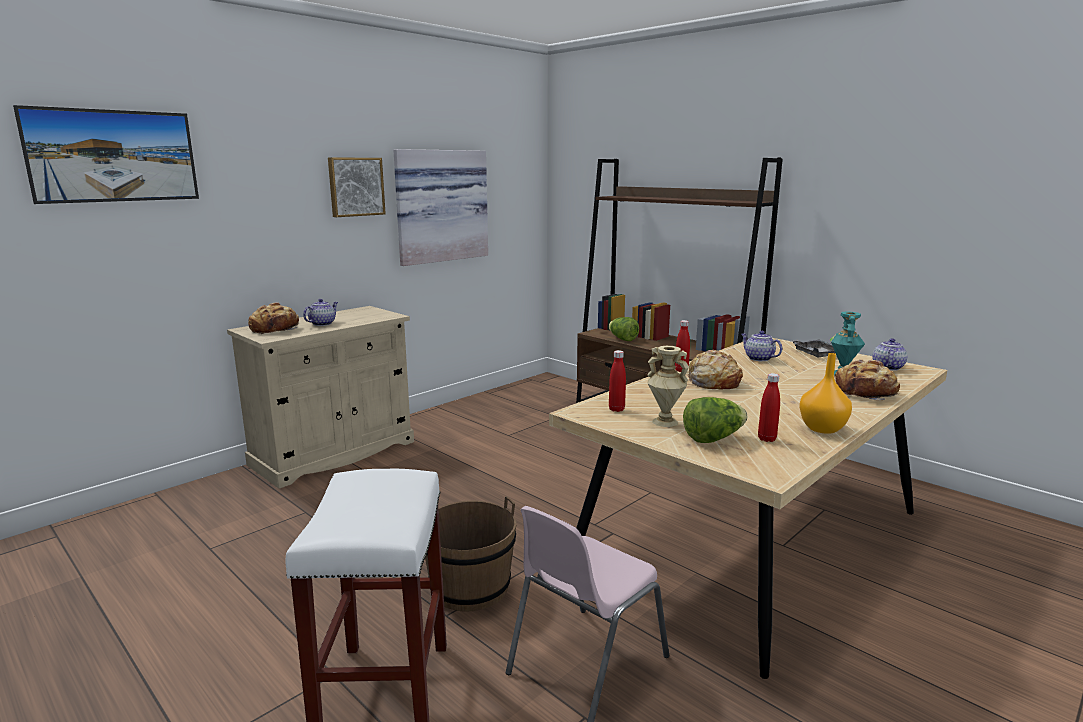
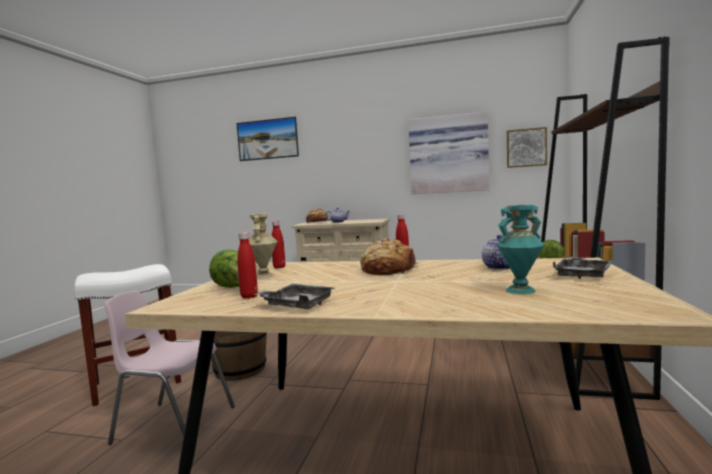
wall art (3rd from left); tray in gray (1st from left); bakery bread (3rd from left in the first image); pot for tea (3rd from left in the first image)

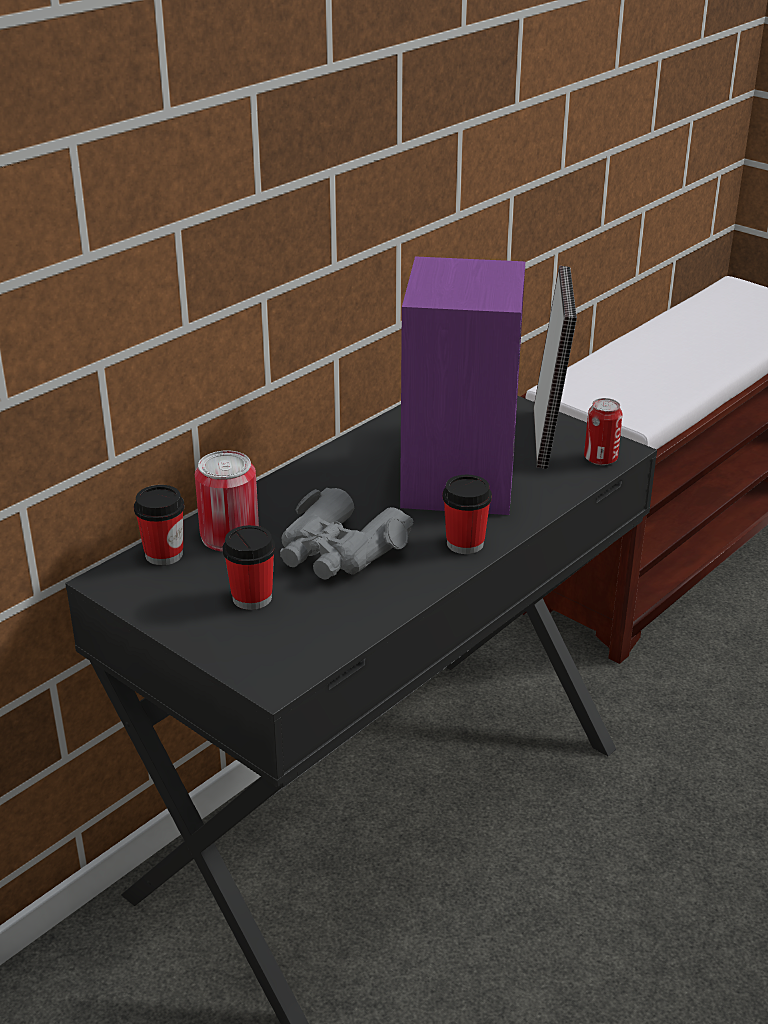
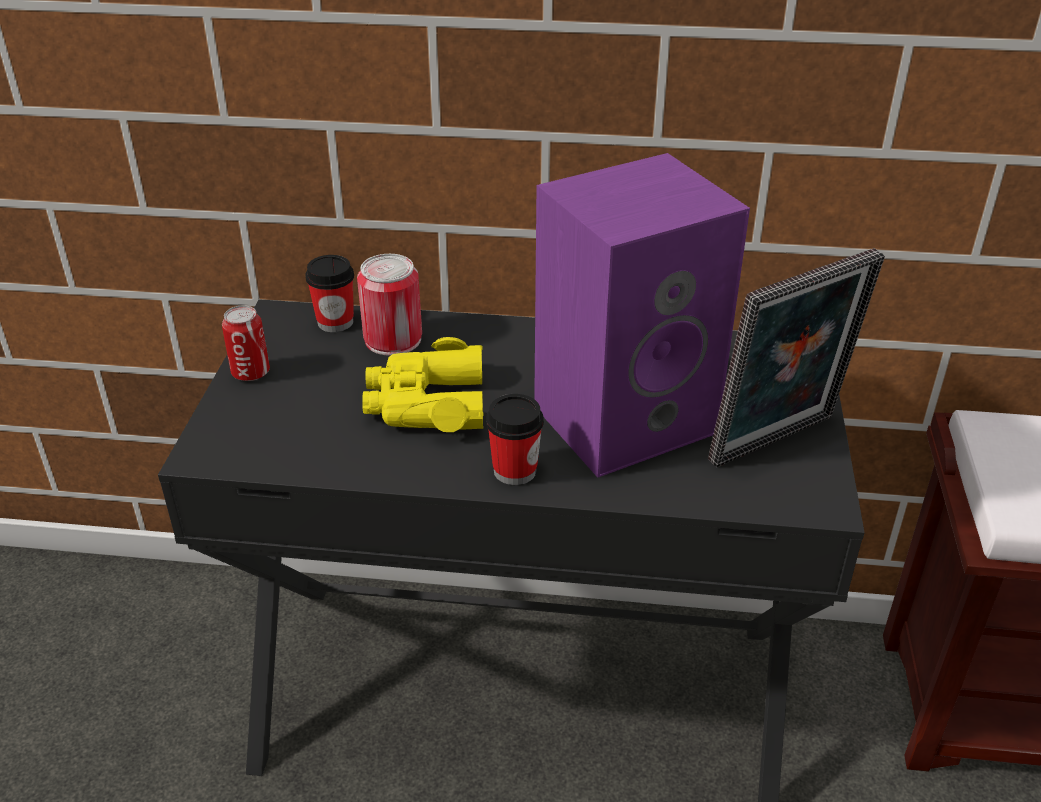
small cup (2nd from left in the first image); field glasses in yellow-coloured; can (1st from left)

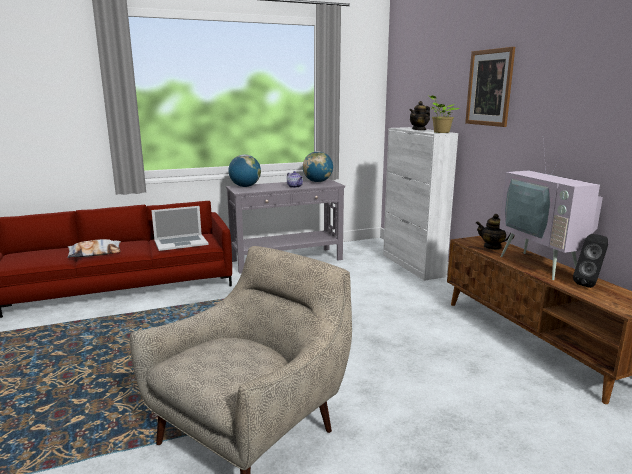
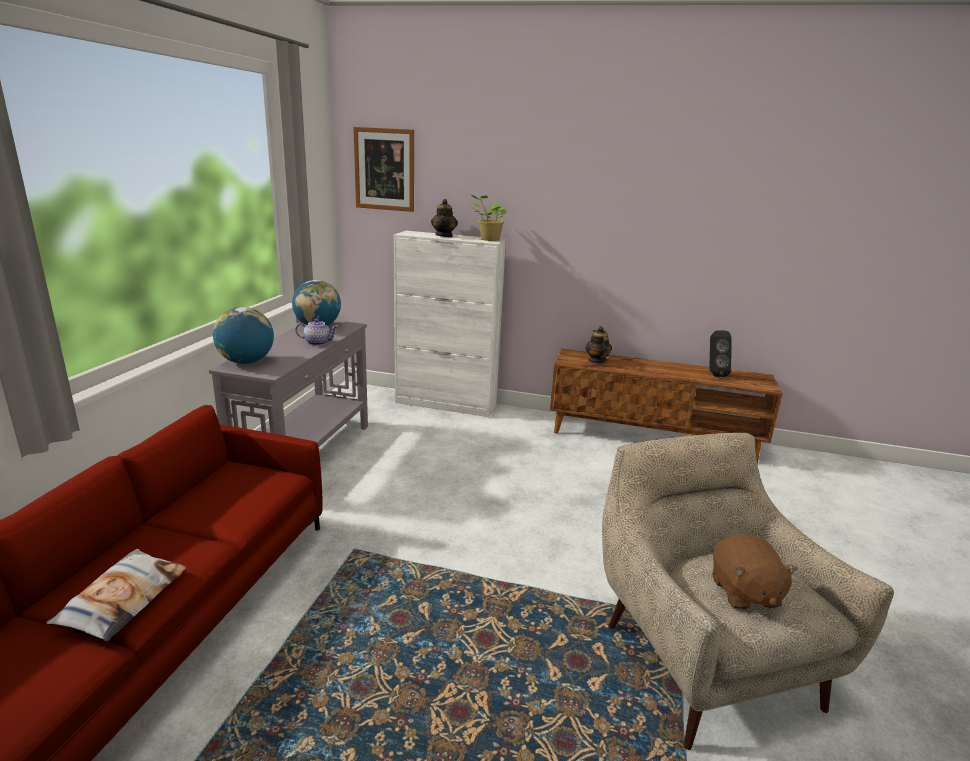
laptop; wall art; pot for tea (3rd from left); TV; plush toy in brownish

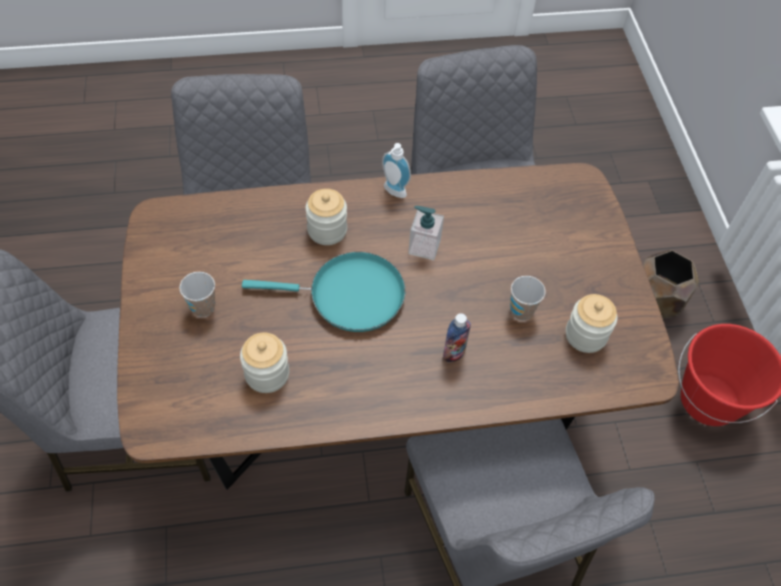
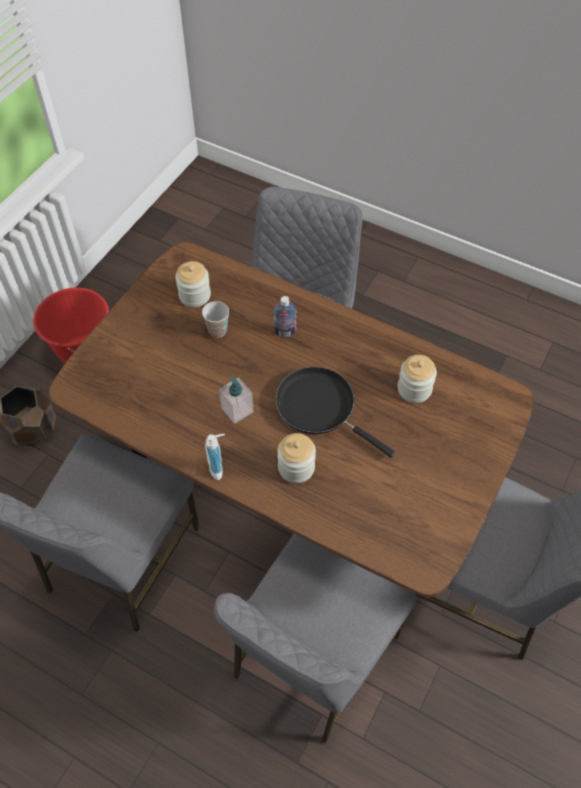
small cup (1st from left in the first image); pan in blackish

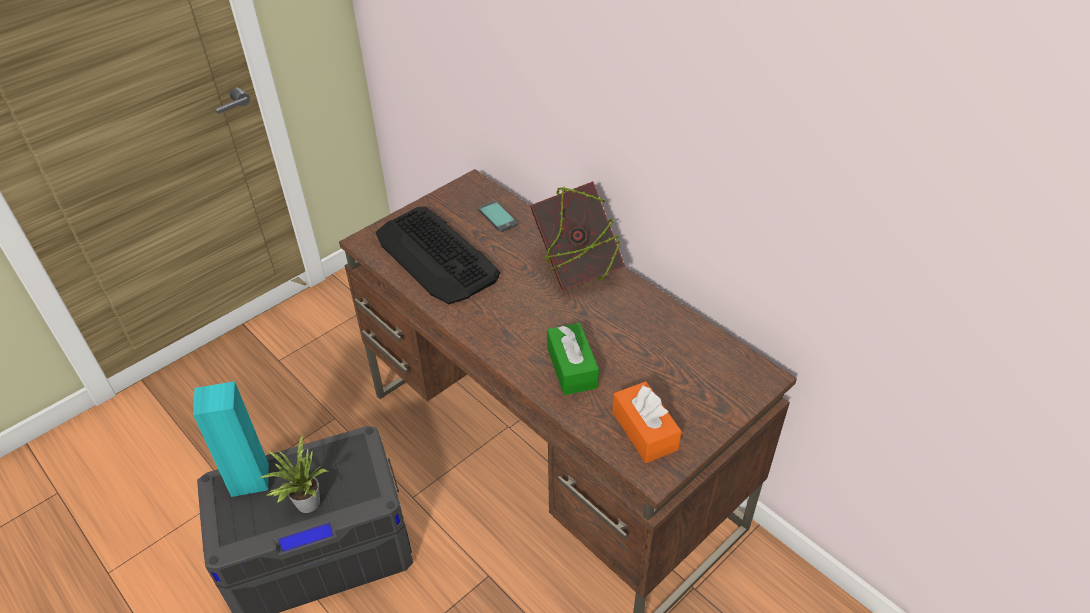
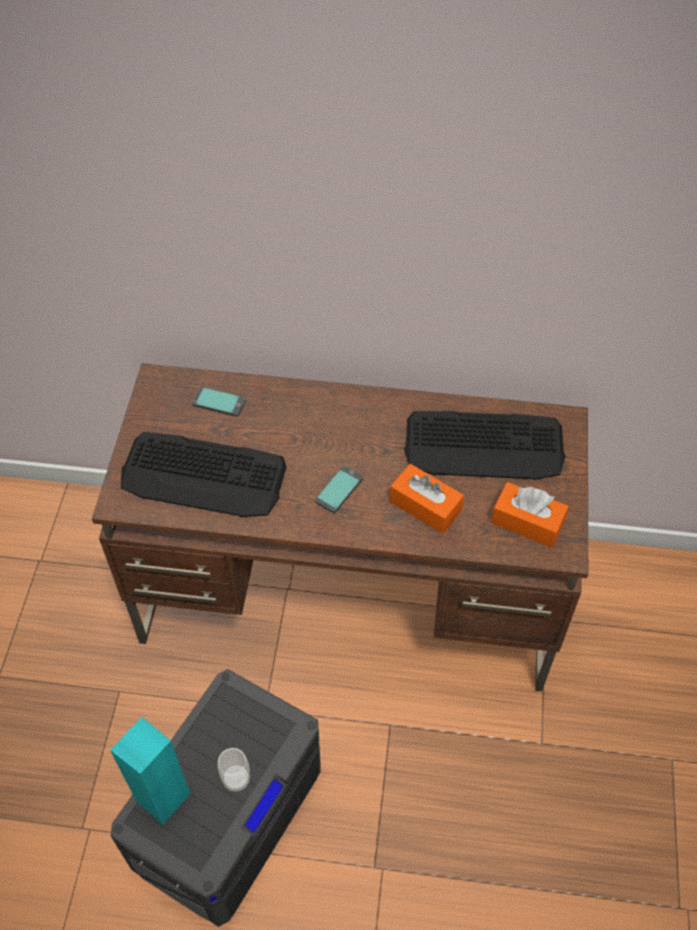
small cup; book; box of tissues in orange-coloured (1st from left); handset (2nd from left); keyboard (2nd from left)

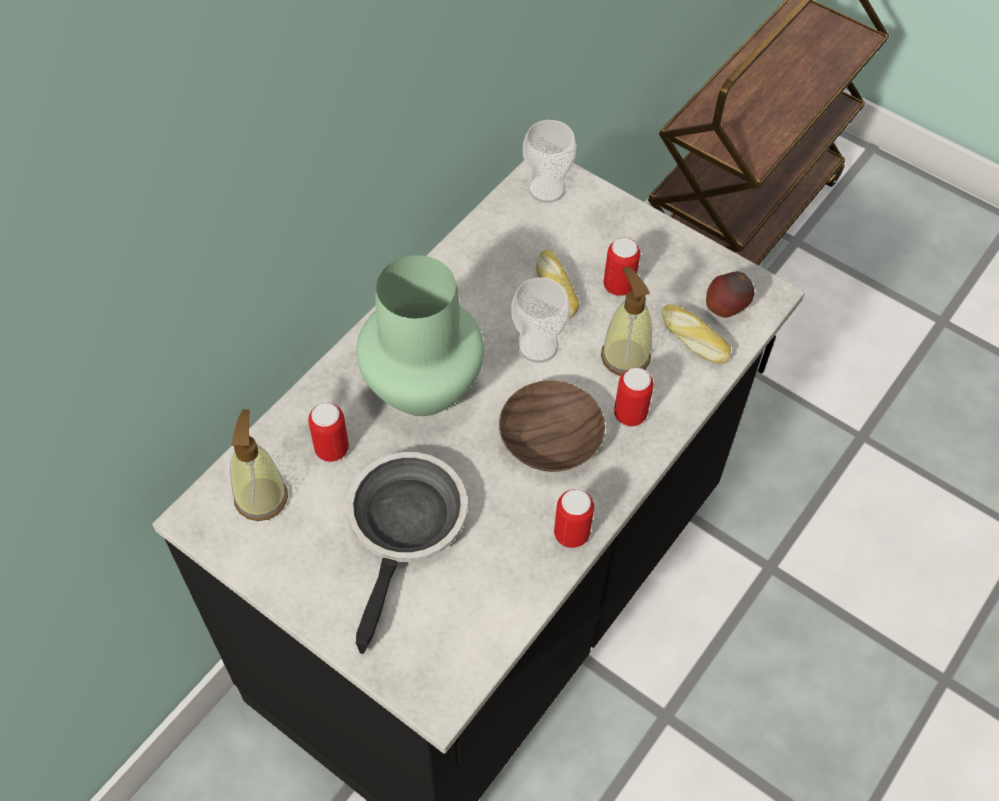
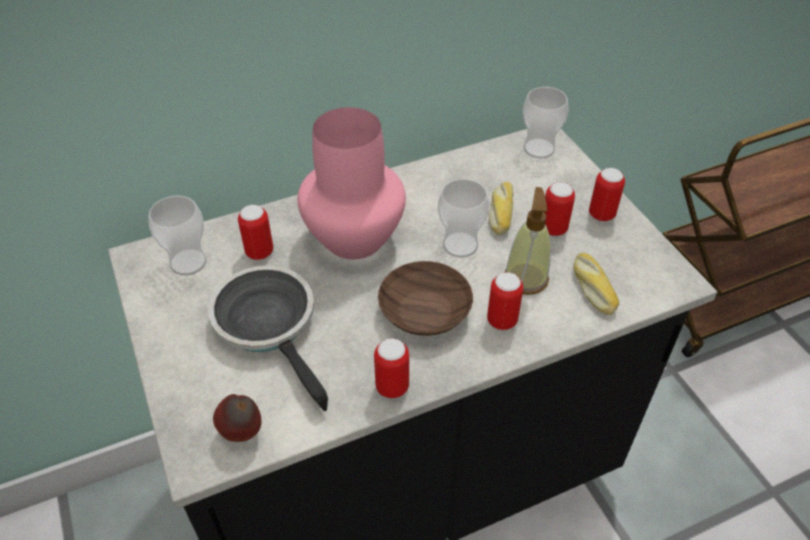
small cup (1st from left); pan; vase in pink-coloured; apple; can (5th from left)

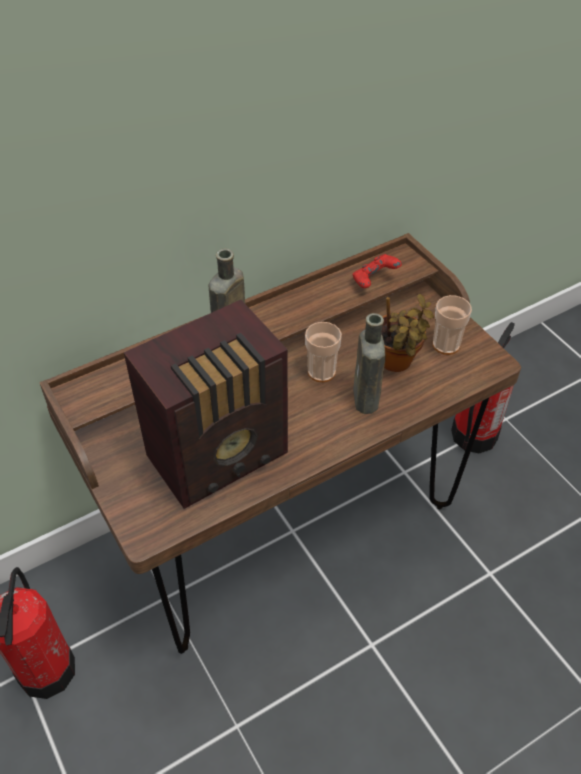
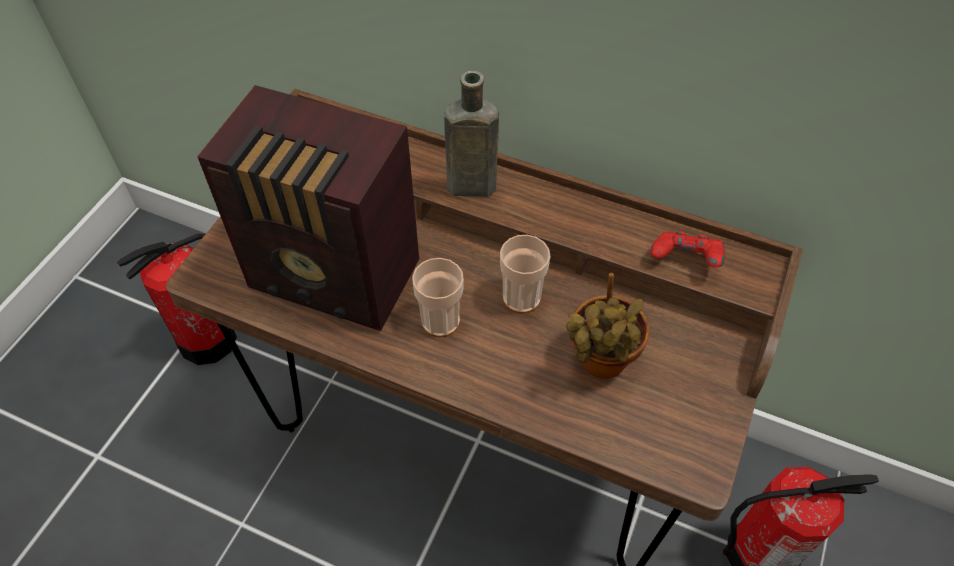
drink bottle in brownish (2nd from left in the first image); small cup (1st from left)

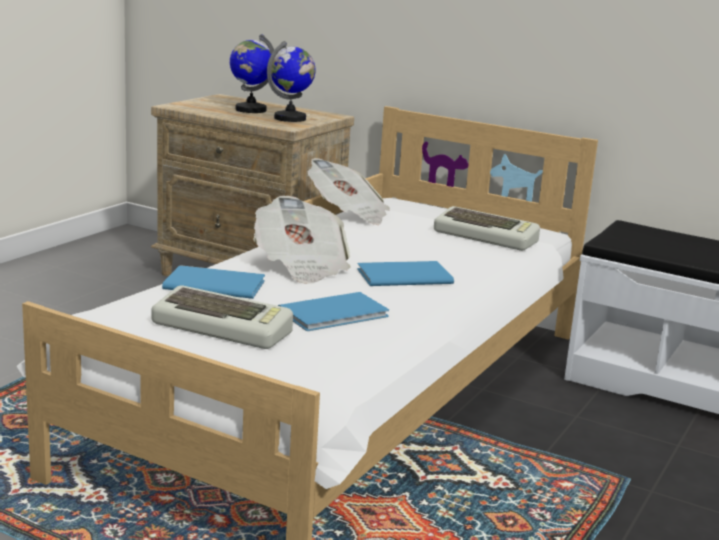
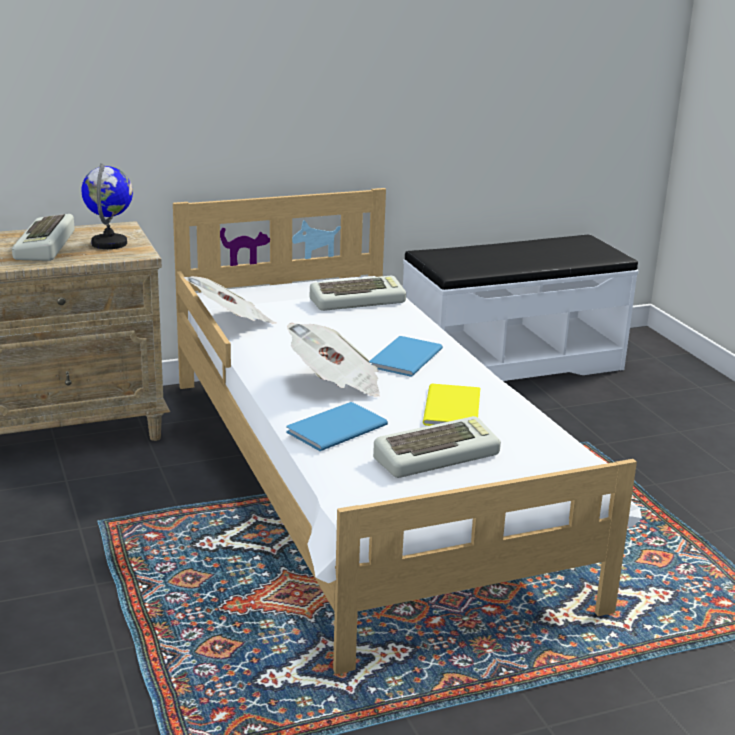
keyboard (1st from left); book in yellow-coloured

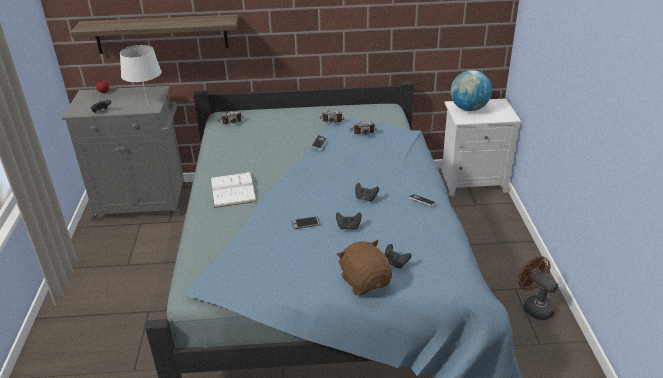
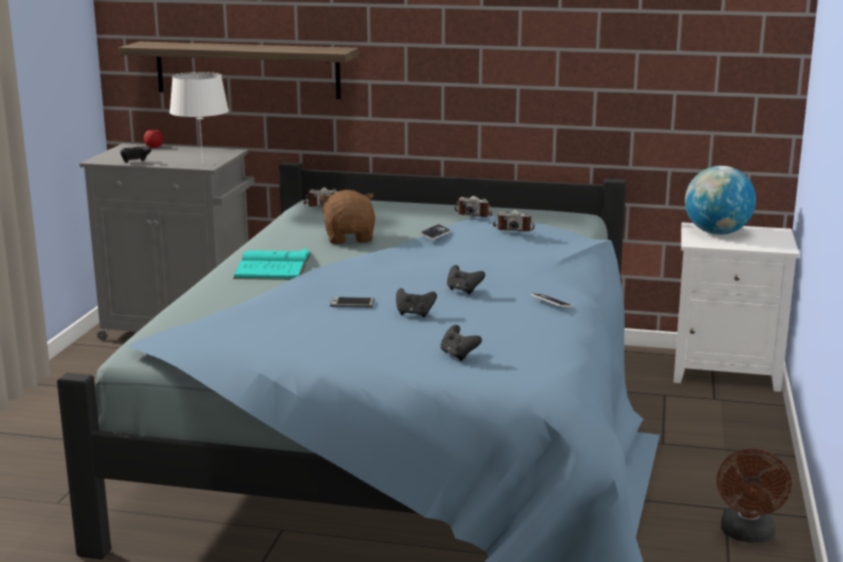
book in turquoise; plush toy in brownish; cooling fan in brownish

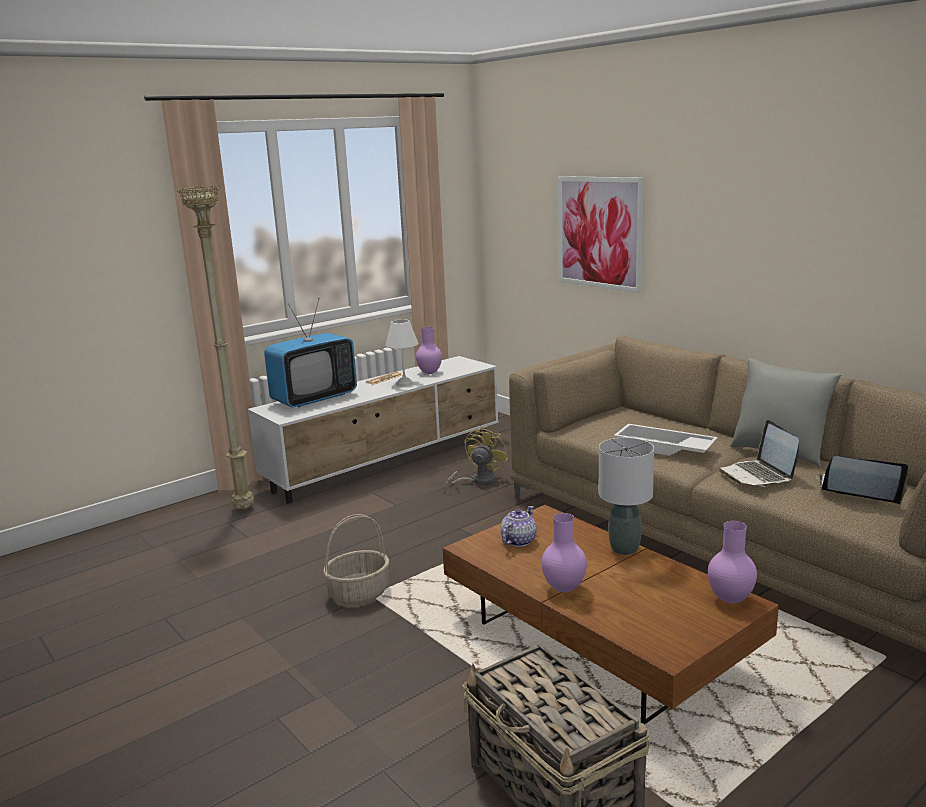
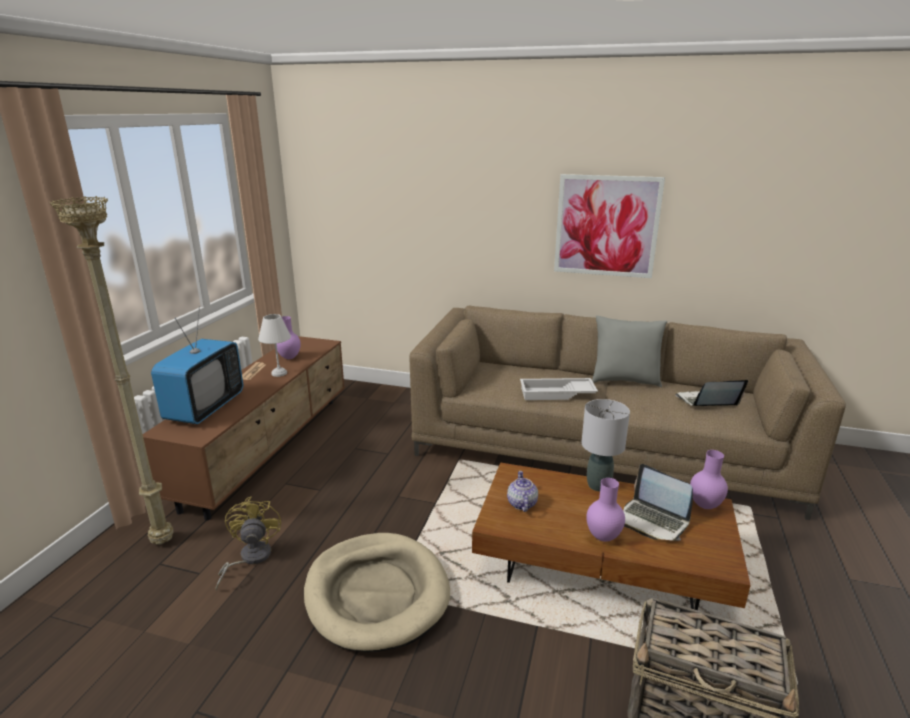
tv stand in brownish; pet bed in beige; cooling fan in yellow-coloured; wall art; laptop (1st from left)

